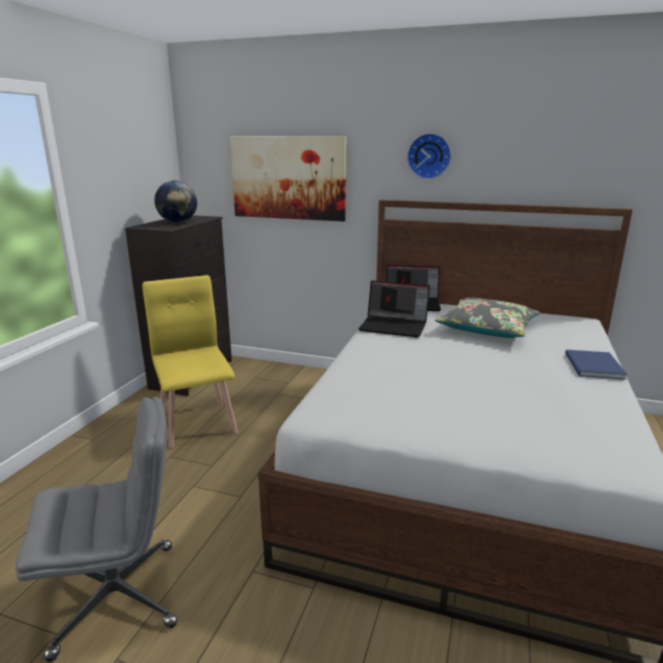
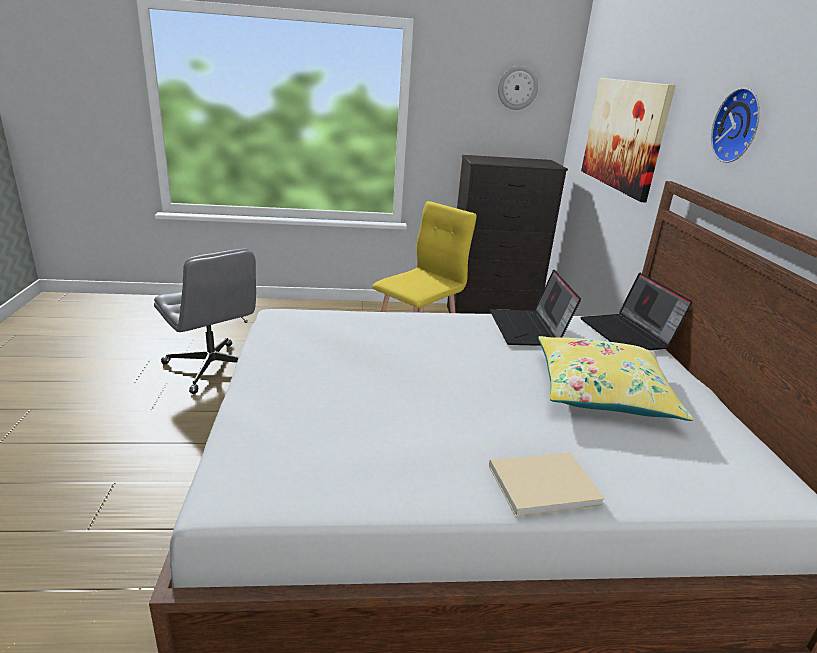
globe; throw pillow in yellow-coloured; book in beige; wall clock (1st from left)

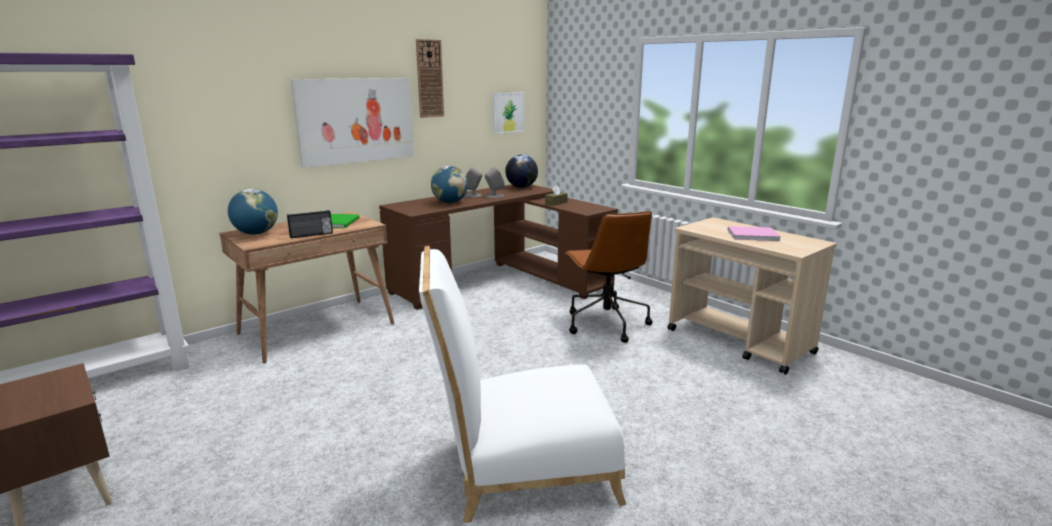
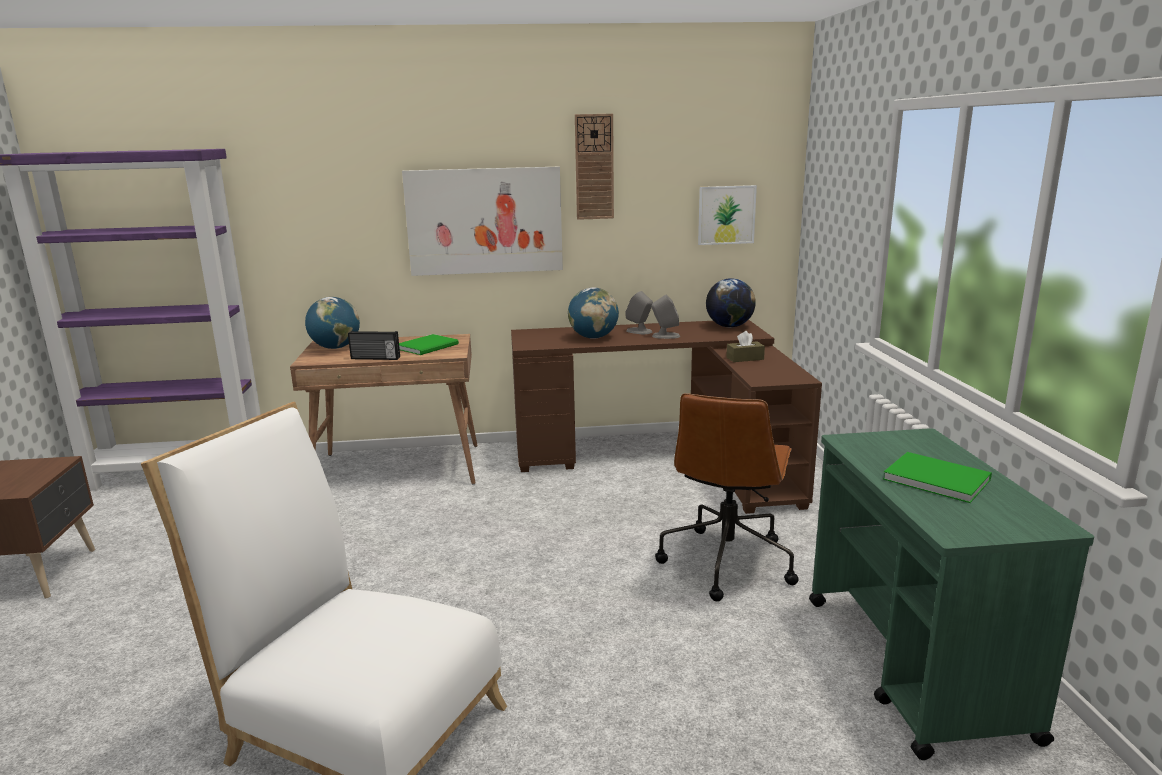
trolley in greenish; book in greenish (2nd from left)

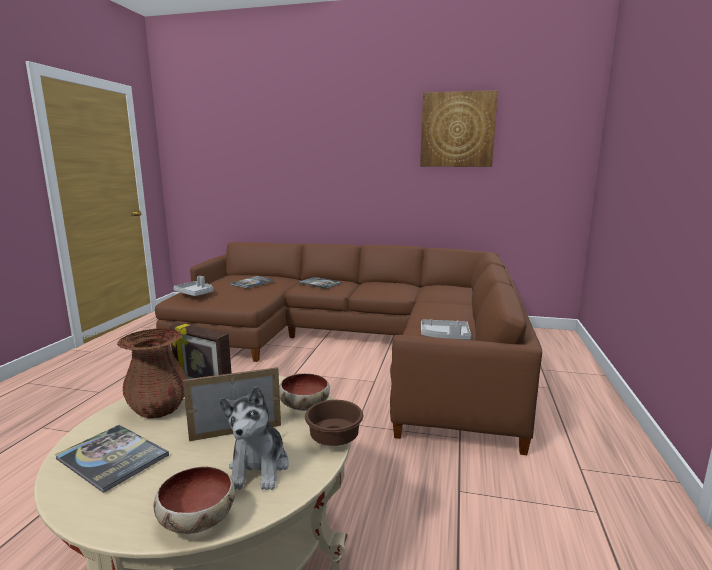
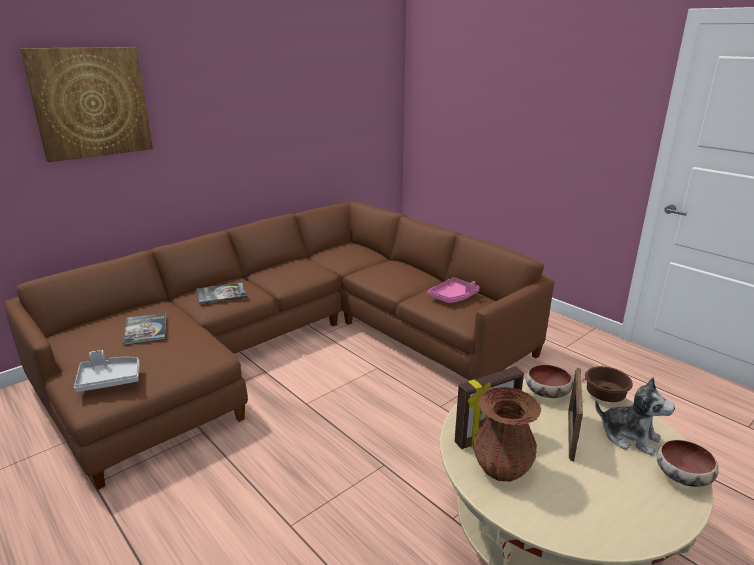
book (1st from left in the first image); wall art; tray in pink-coloured

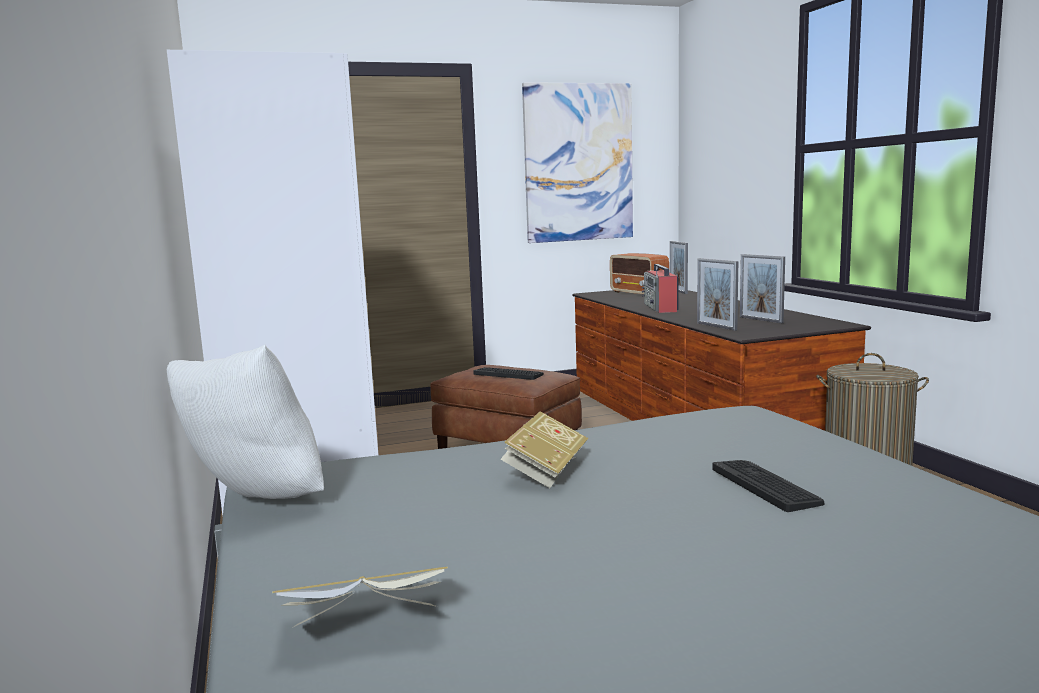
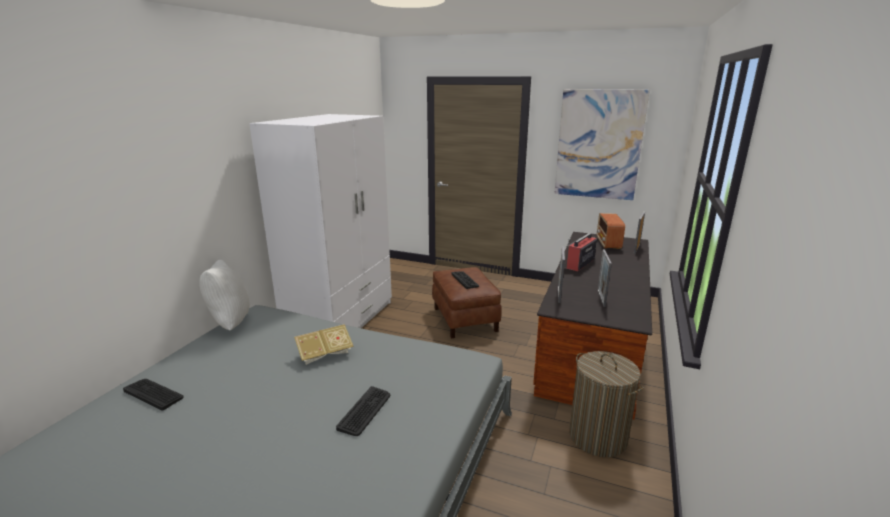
keyboard (1st from left)

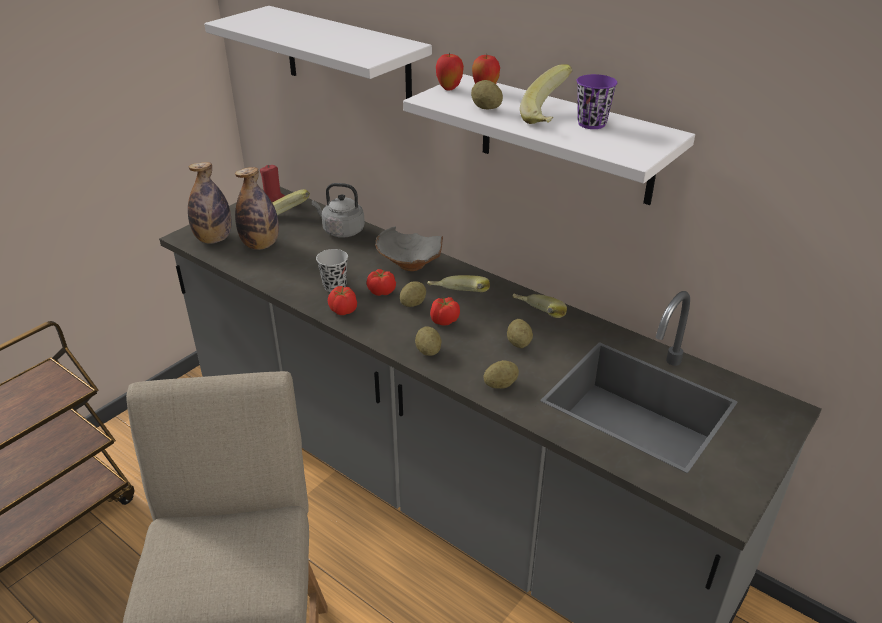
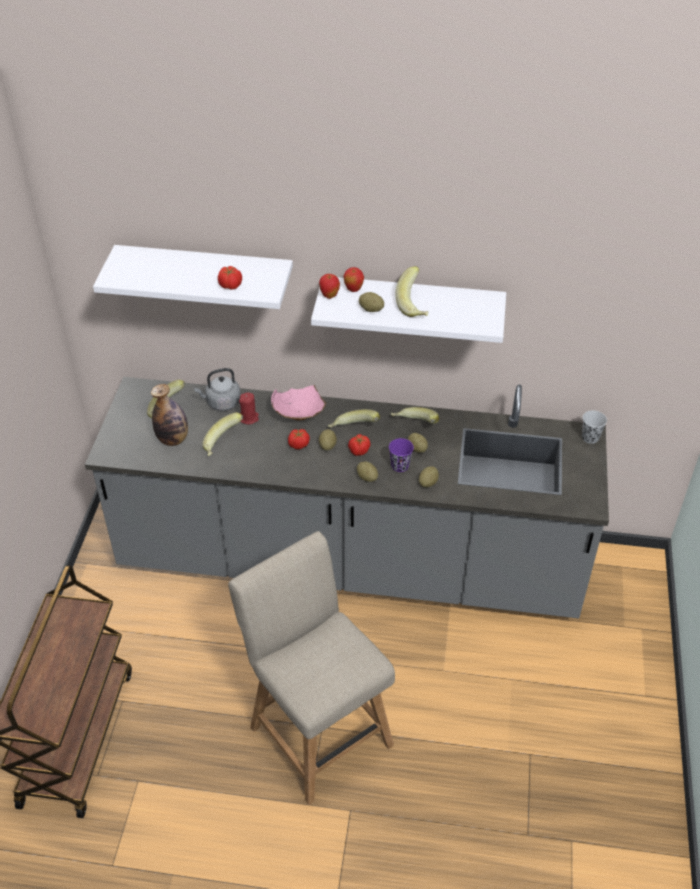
drink bottle (1st from left in the first image); candle in red-coloured; small cup in blackish; whole tomato (1st from left); serving bowl in pink-coloured; small cup in purple-coloured; banana fruit (2nd from left)

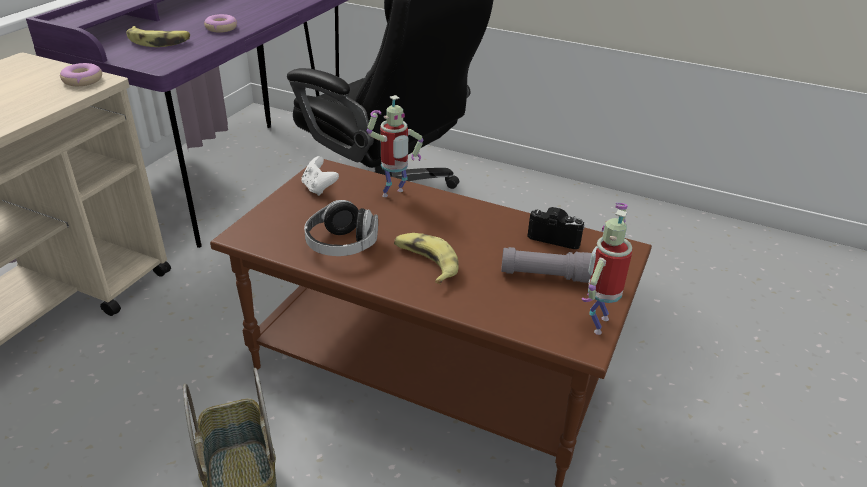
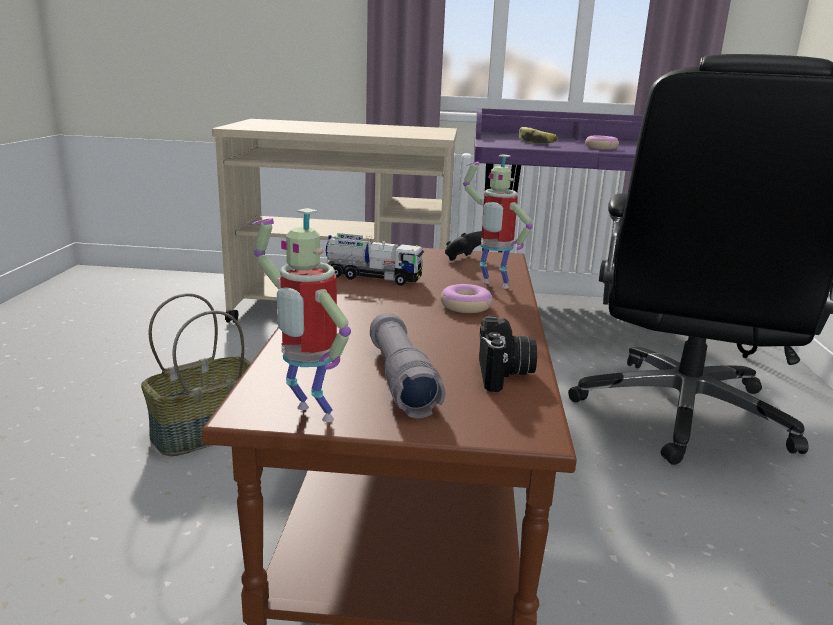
ring doughnut (1st from left); game controller in blackish; toy lorry; banana fruit (2nd from left in the first image); model robot (1st from left)

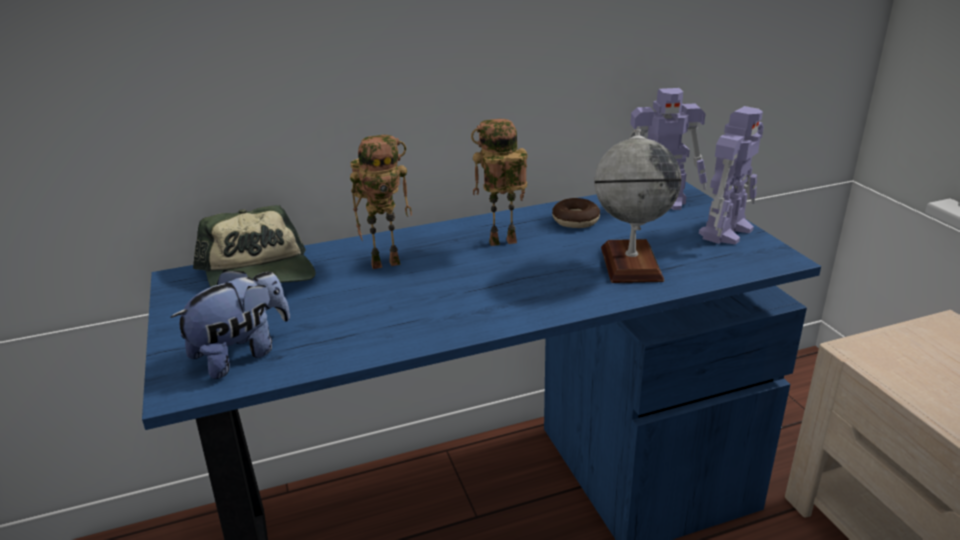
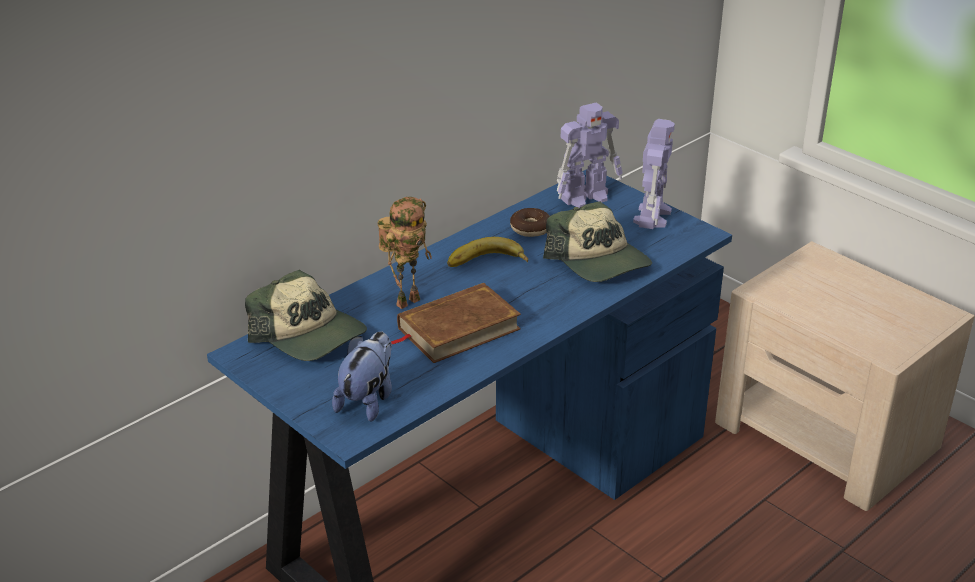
banana fruit; cap (2nd from left); book in brownish

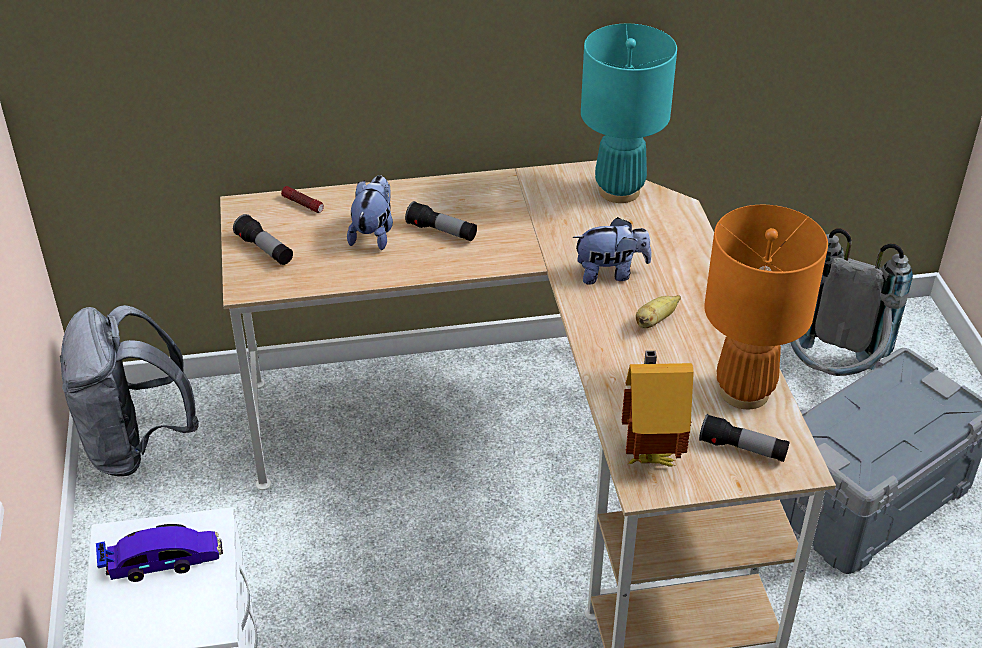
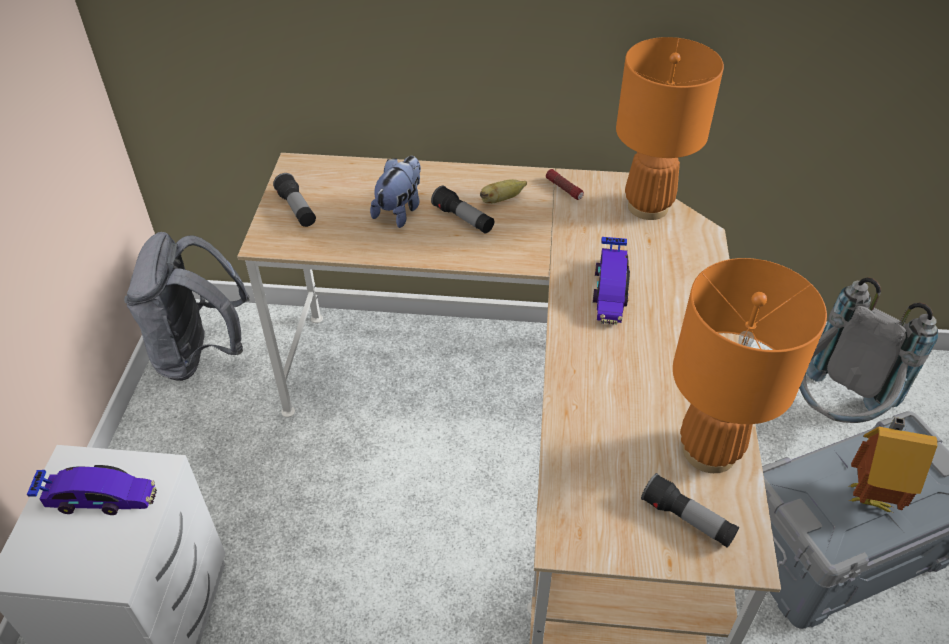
hand torch (3rd from left); toy car (2nd from left); lamp for a table in orange-coloured (1st from left); miniature house; banana fruit

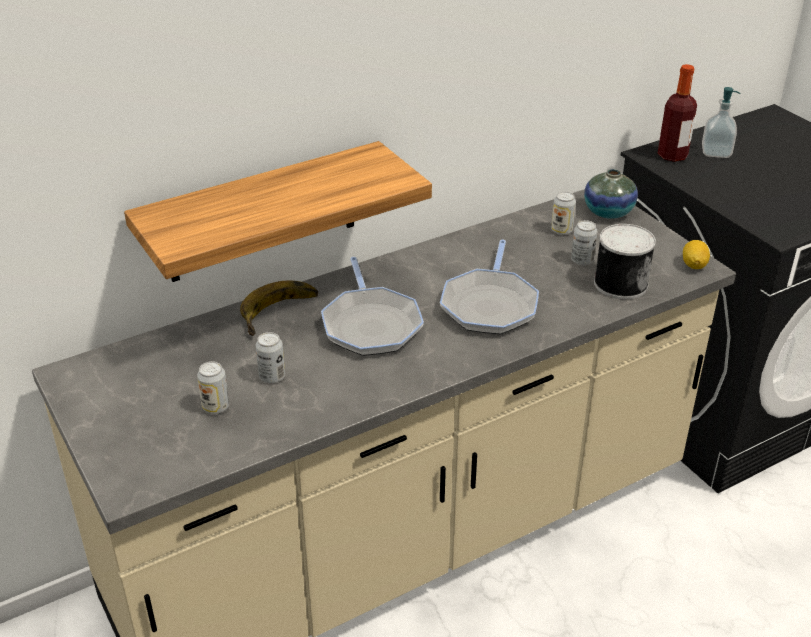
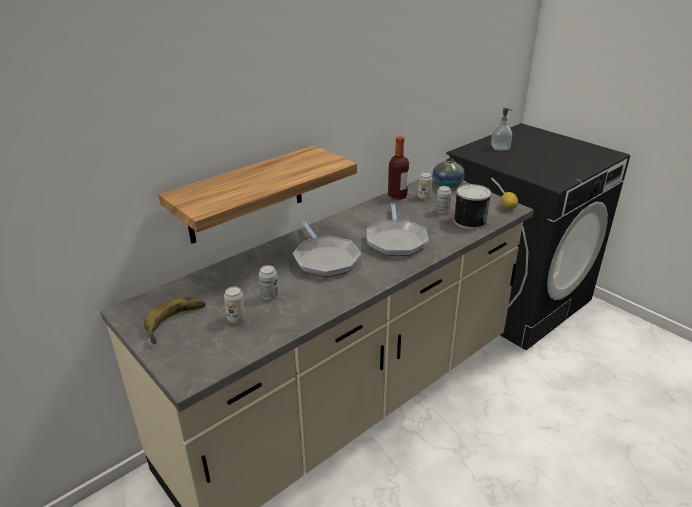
banana fruit; drink bottle

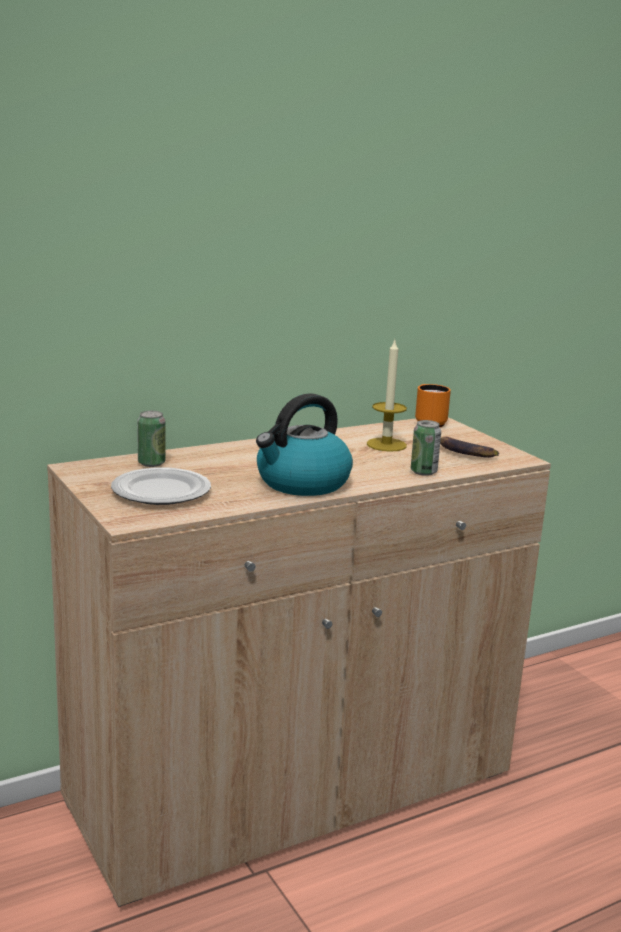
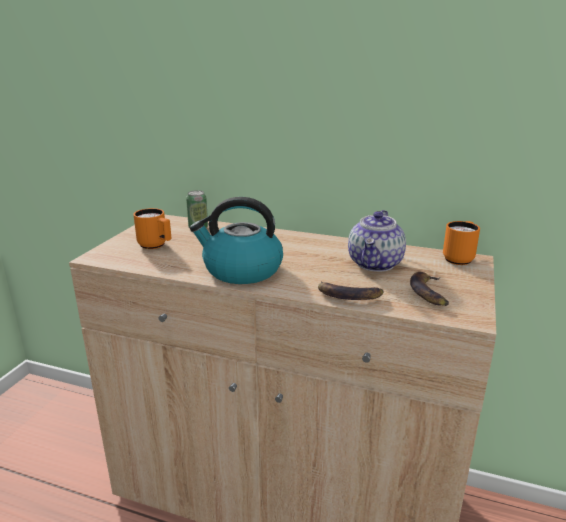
mug in orange-coloured (1st from left); pot for tea; banana fruit (1st from left)

